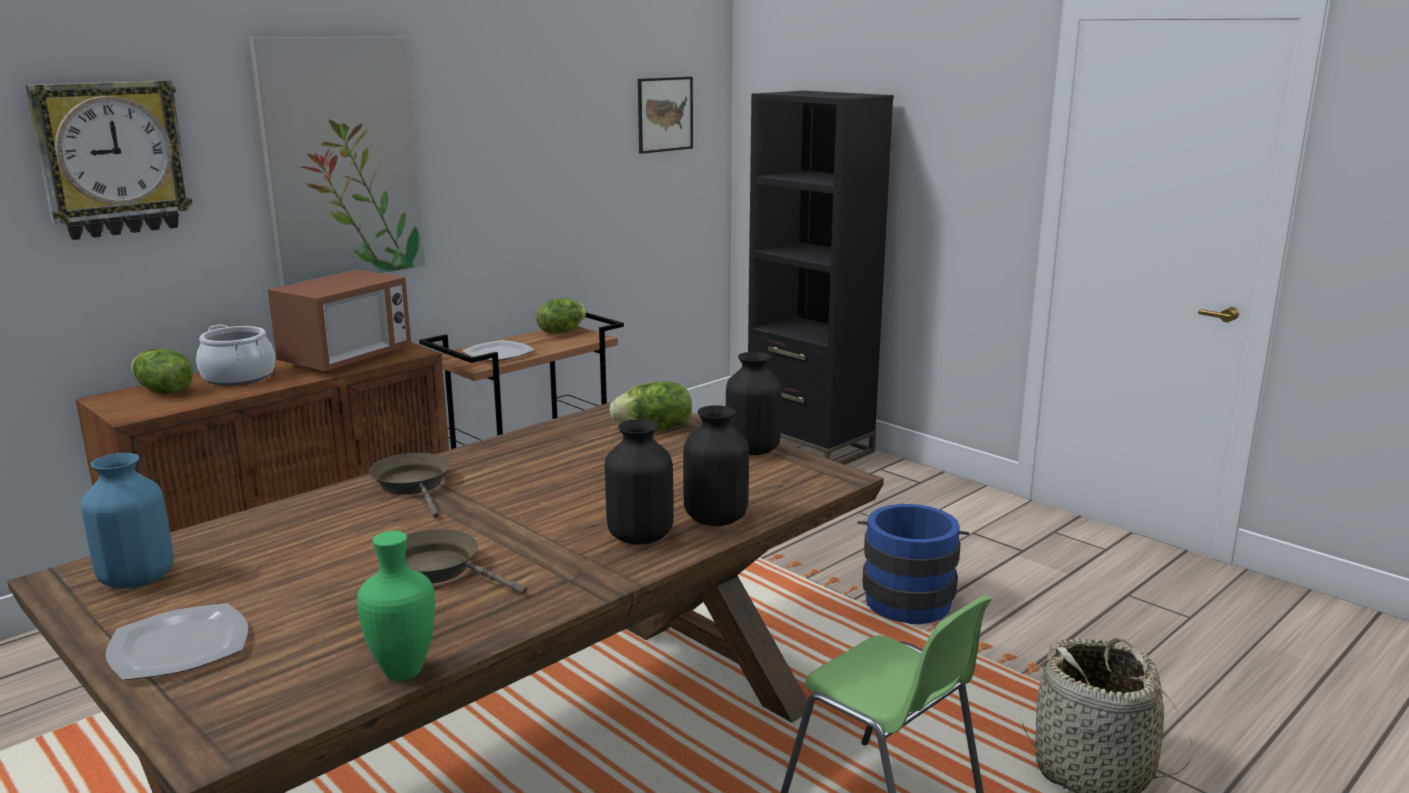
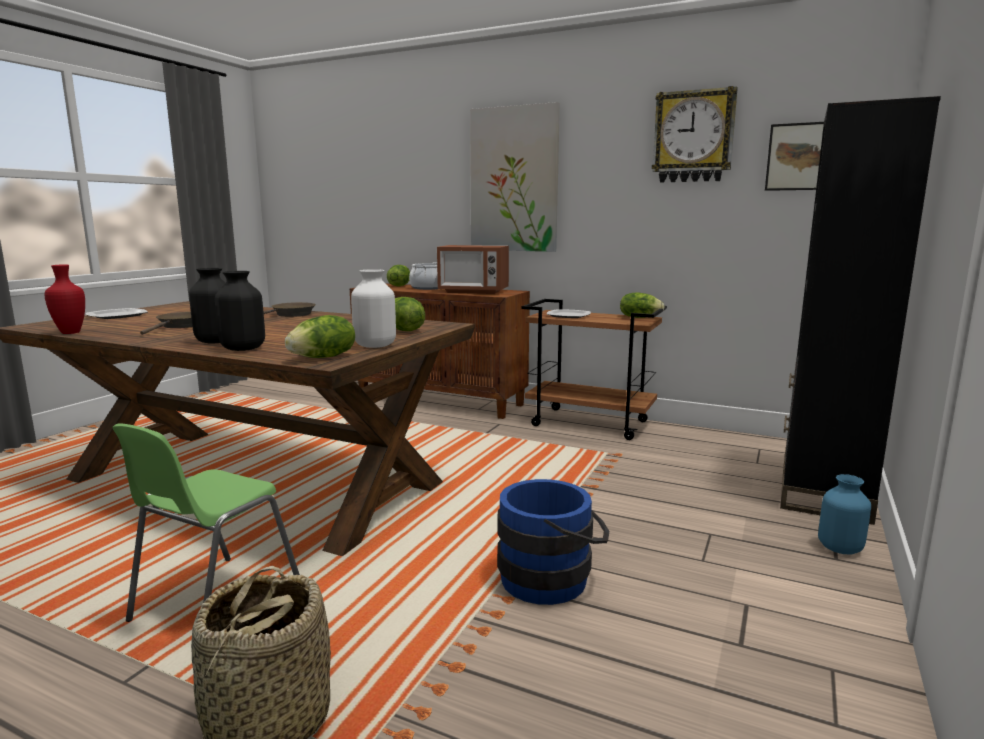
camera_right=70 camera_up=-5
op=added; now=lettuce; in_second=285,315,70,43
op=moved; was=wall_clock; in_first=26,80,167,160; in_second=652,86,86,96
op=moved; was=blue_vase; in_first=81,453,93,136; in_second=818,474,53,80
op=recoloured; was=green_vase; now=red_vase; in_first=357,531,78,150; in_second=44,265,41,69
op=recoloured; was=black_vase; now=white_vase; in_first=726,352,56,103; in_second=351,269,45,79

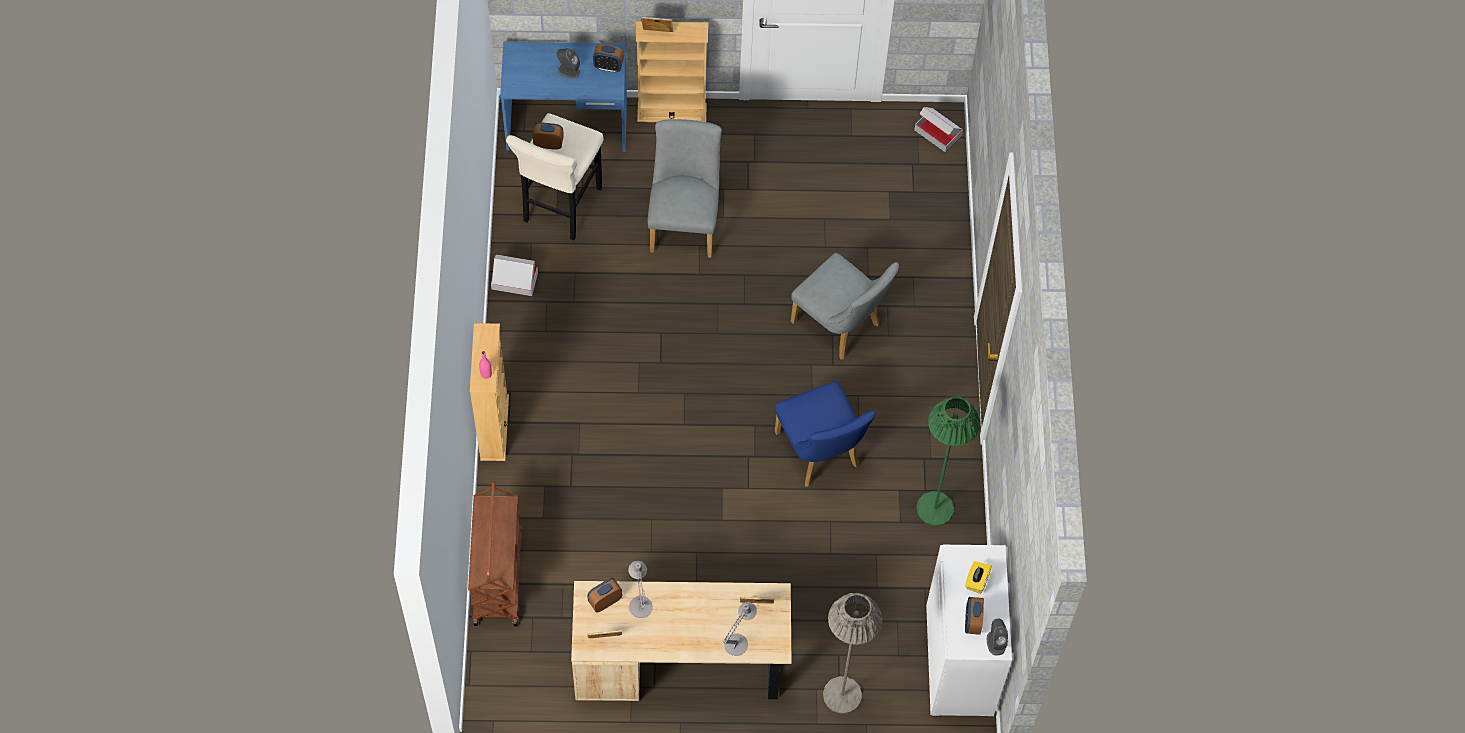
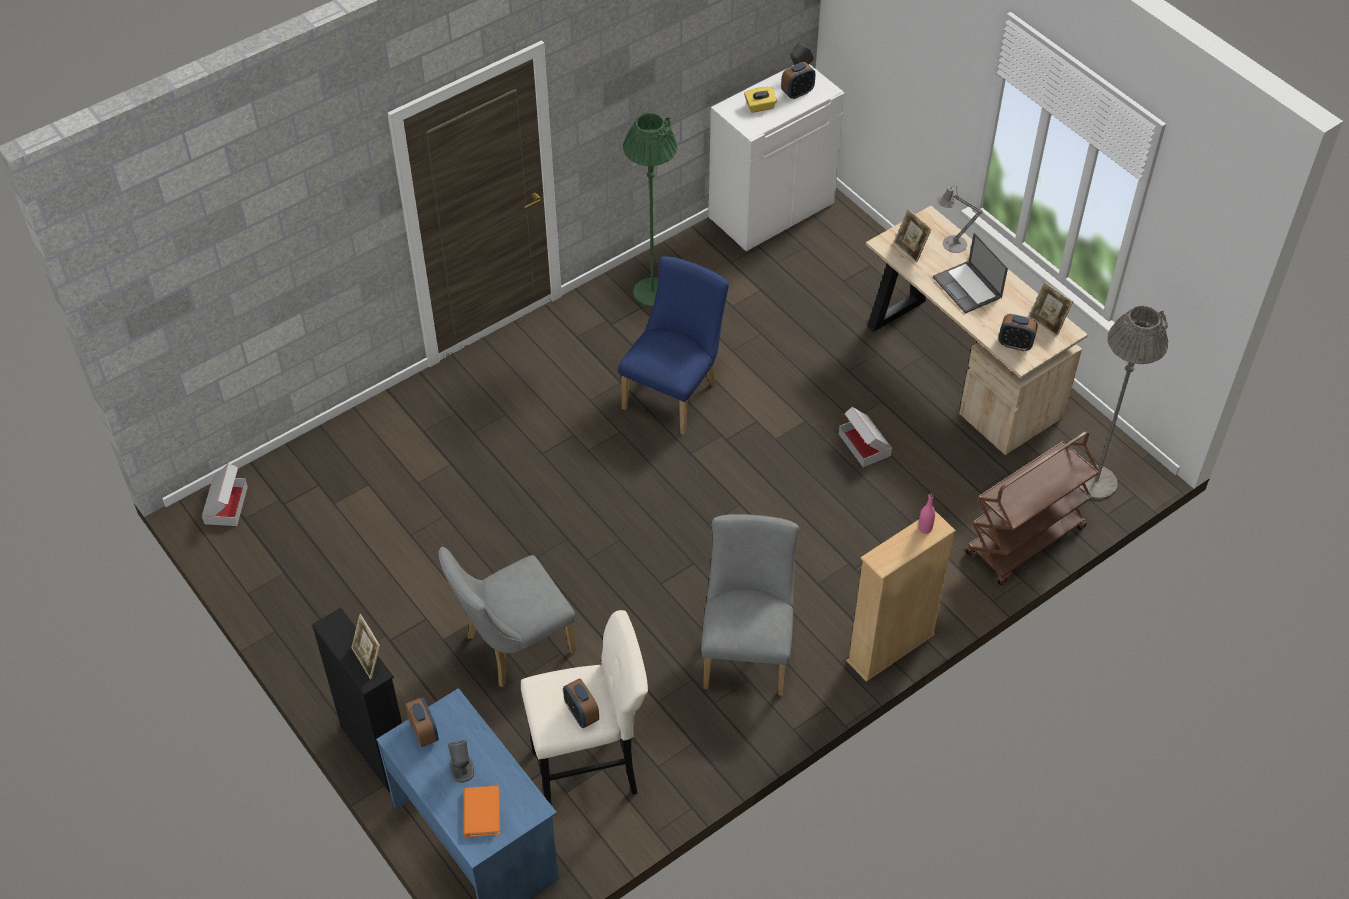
camera_right=-125 camera_up=-10
op=removed; was=grey_table_lamp; in_first=628,561,25,57
op=added; now=orange_book; in_second=464,786,36,51
op=added; now=laptop; in_second=933,232,75,82
op=moved; was=cardboard_box; in_first=491,255,47,41; in_second=839,407,53,61
op=moved; was=grey_chair; in_first=791,253,108,107; in_second=701,514,98,182
op=moved; was=grey_floor_lamp; in_first=823,593,59,121; in_second=1079,305,89,195
op=recoloured; was=beige_bookcase; now=black_bookcase; in_first=636,21,72,101; in_second=312,608,90,185

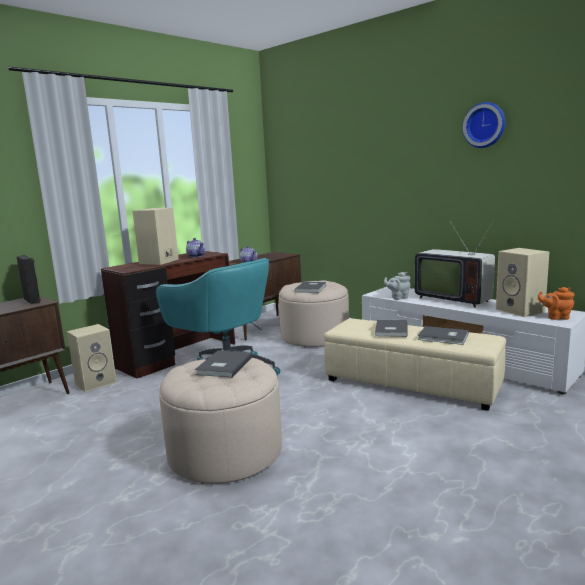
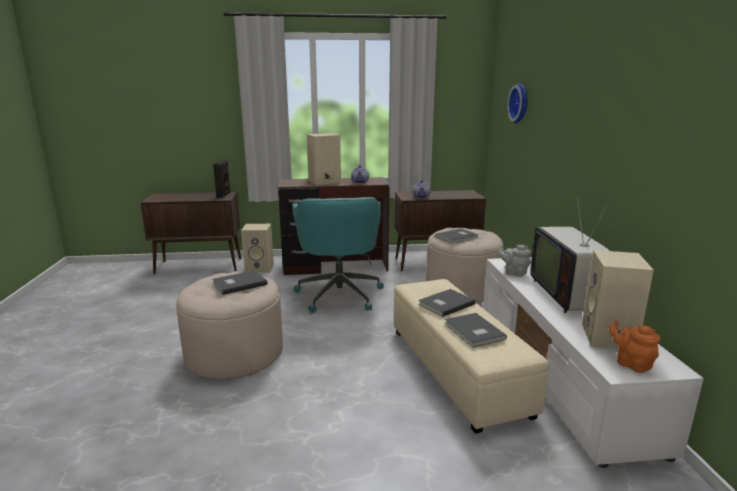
camera_right=40 camera_up=5
op=moved; was=wall_clock; in_first=462,102,43,46; in_second=507,83,21,40

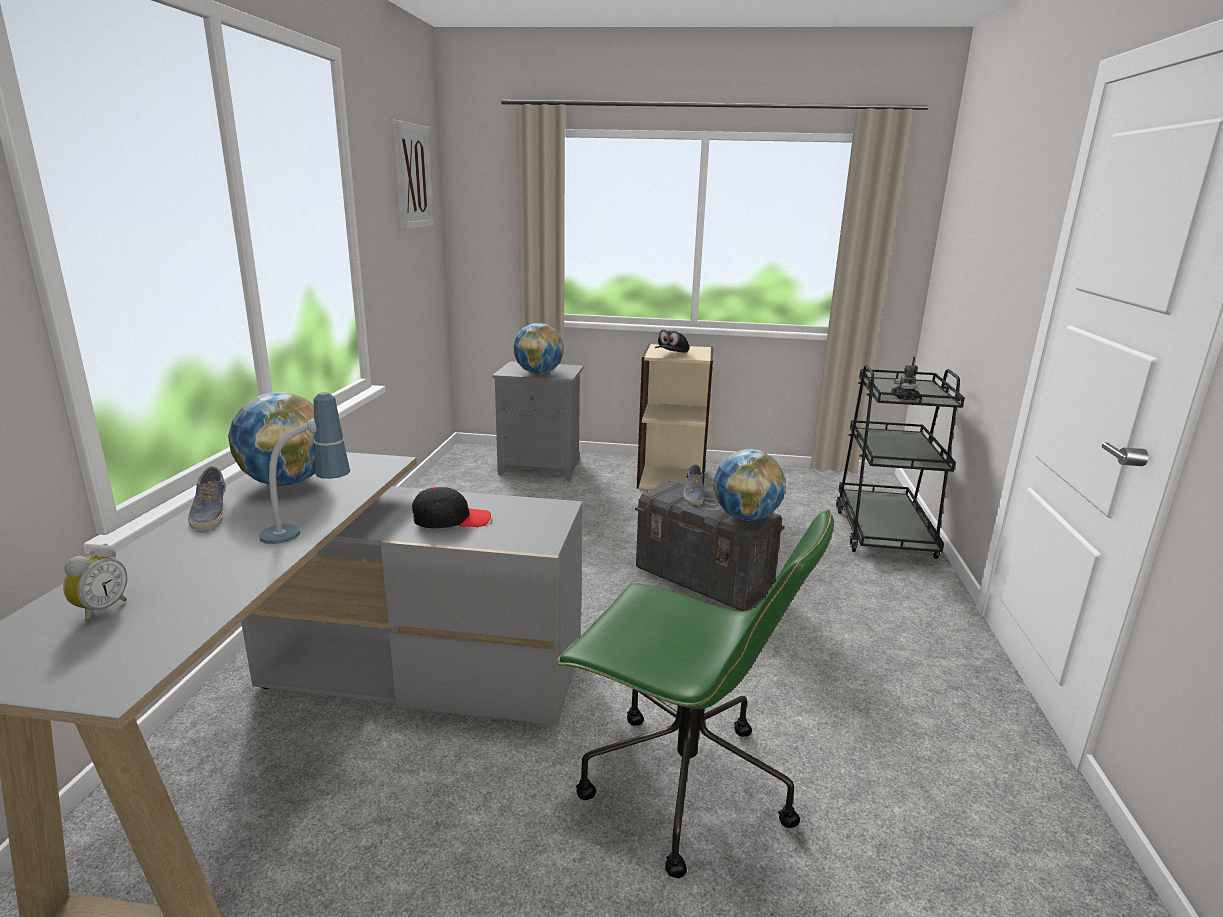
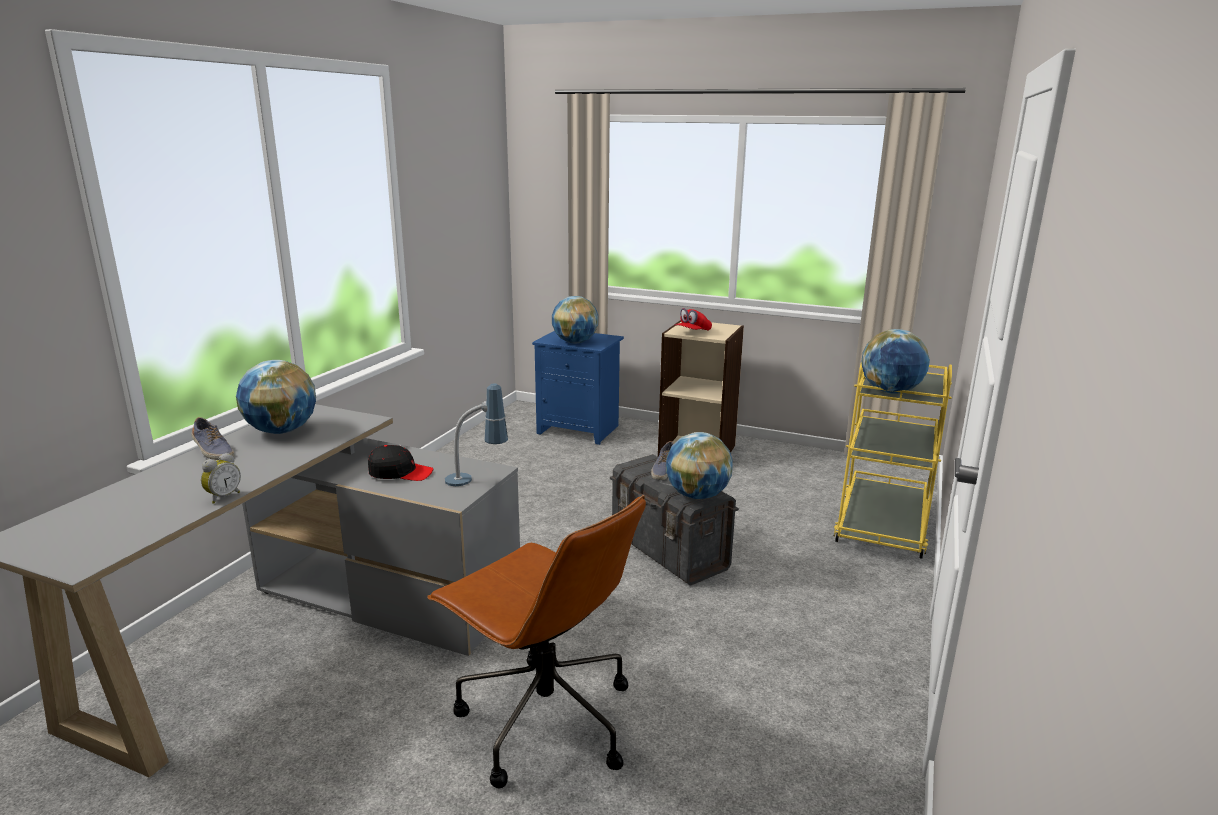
camera_right=15 camera_up=0
op=removed; was=picture; in_first=393,120,41,110
op=moved; was=alarm_clock; in_first=63,543,64,79; in_second=201,453,40,51
op=moved; was=table_lamp; in_first=259,392,91,152; in_second=445,383,63,103
op=replaced; was=toy_robot; now=globe; in_first=891,357,29,43; in_second=861,329,69,65
op=recoloured; was=grey_nightstand; now=blue_nightstand; in_first=492,361,92,119; in_second=532,331,92,114
op=recoloured; was=green_office_chair; now=brown_office_chair; in_first=556,509,278,369; in_second=427,495,219,293
op=recoloured; was=black_cap; now=red_cap; in_first=655,329,34,23; in_second=675,308,37,22
op=recoloured; was=black_cart; now=yellow_cart; in_first=836,365,129,194; in_second=833,364,119,195
op=turned; was=shoe; in_first=188,466,38,64; in_second=191,417,43,43; clockwise=-45

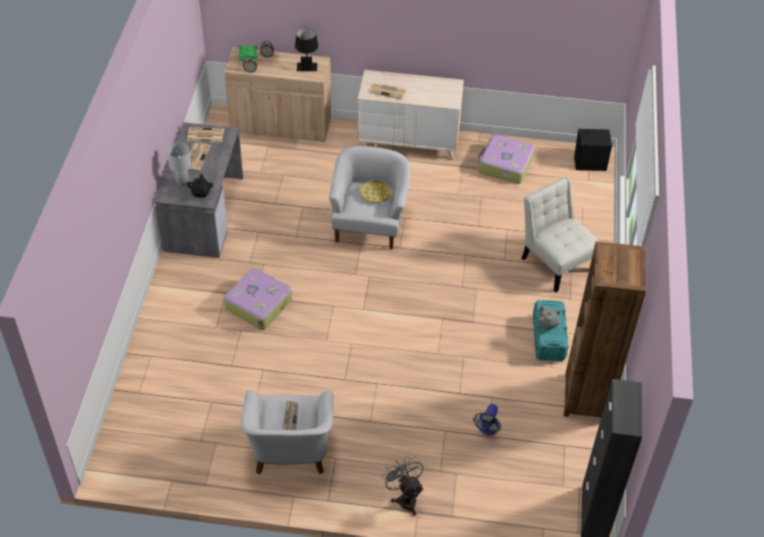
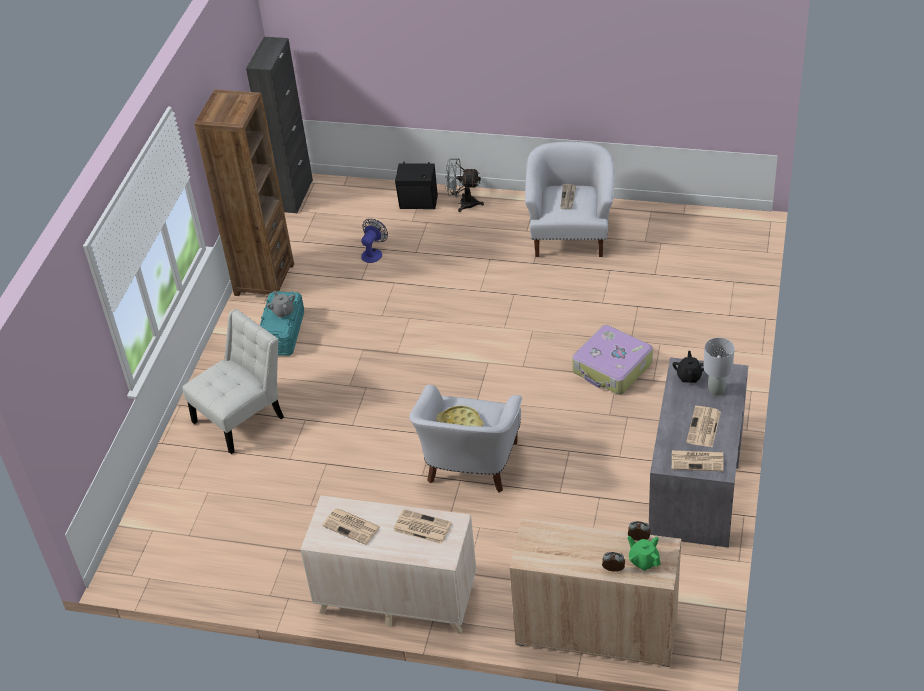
camera_right=-170 camera_up=-5
op=removed; was=black_table_lamp; in_first=295,28,23,43
op=removed; was=suitcase; in_first=478,134,57,50
op=added; now=newspaper; in_second=322,508,59,37
op=moved; was=black_speaker; in_first=574,129,38,42; in_second=395,162,43,47
op=turned; was=grey_fan; in_first=382,456,42,60; in_second=445,158,39,54; clockwise=120
op=turned; was=white_chair; in_first=521,177,78,115; in_second=183,309,101,145; clockwise=-105

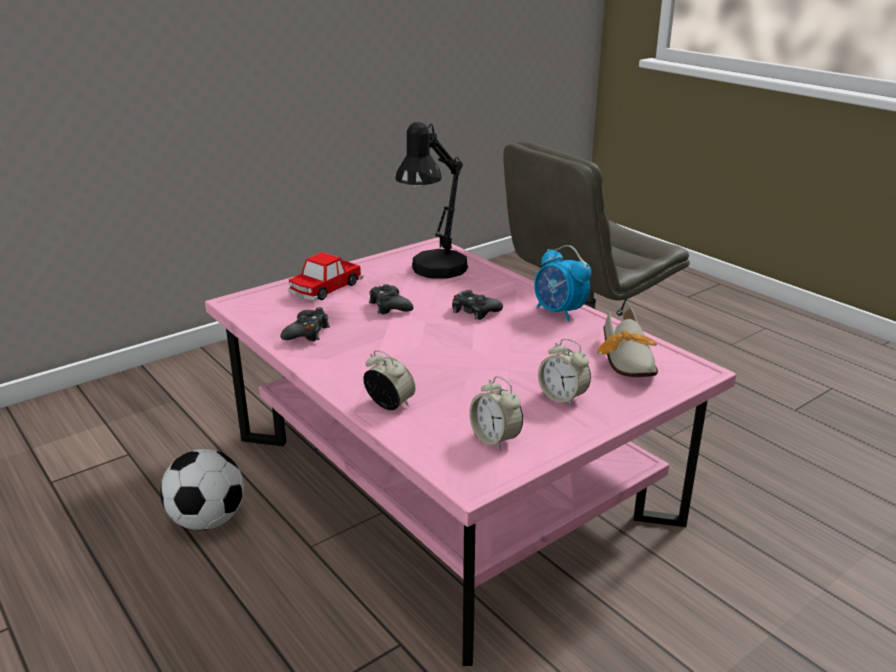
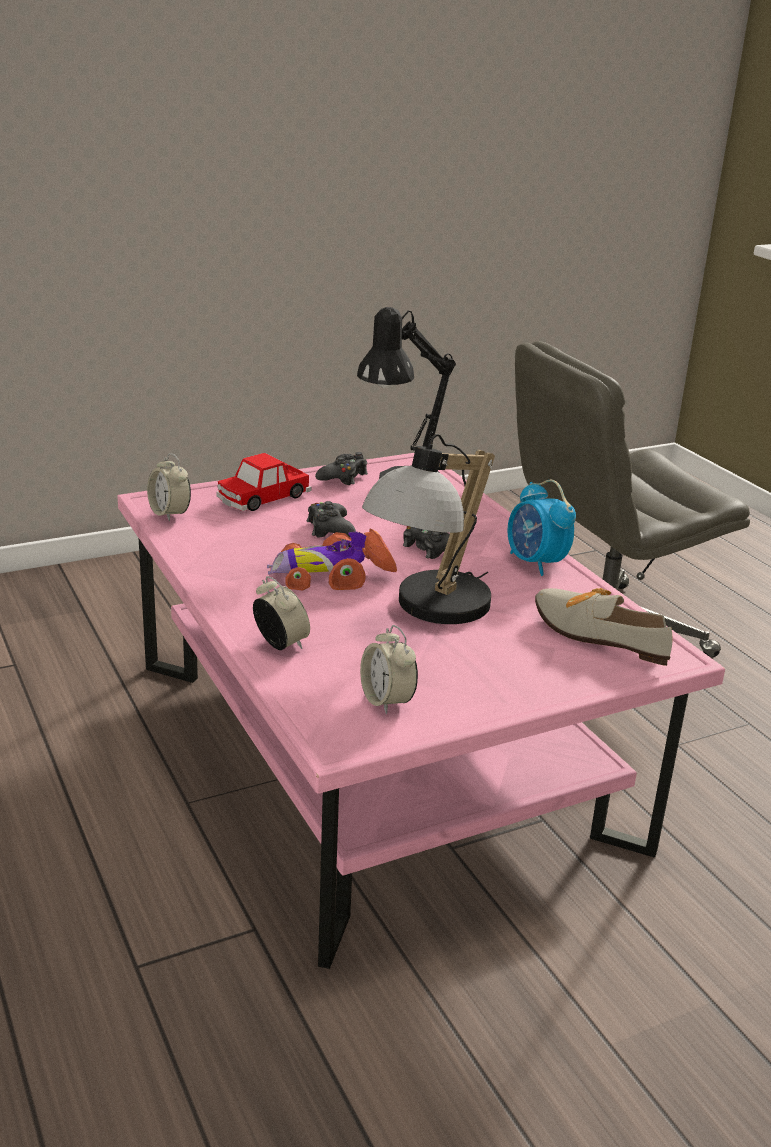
camera_right=10 camera_up=0
op=removed; was=football; in_first=160,449,84,81
op=added; now=toy_car; in_second=267,528,130,62
op=added; now=table_lamp; in_second=362,434,133,190
op=moved; was=black_game_controller; in_first=280,307,50,34; in_second=315,452,53,33
op=moved; was=alarm_clock; in_first=538,339,53,68; in_second=147,453,44,68
op=turned; was=shoe; in_first=597,300,61,77; in_second=535,588,138,78; clockwise=120

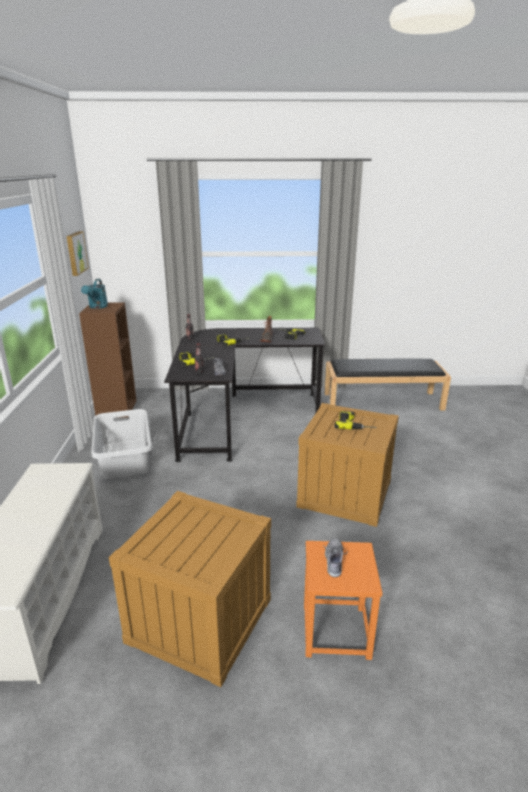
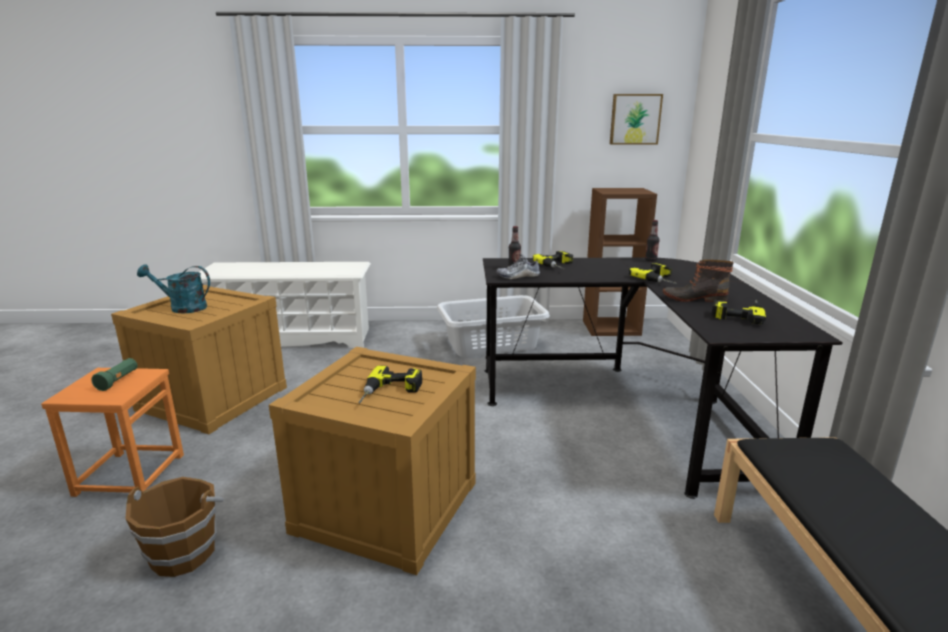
camera_right=90 camera_up=-5
op=added; now=brown_bucket; in_second=125,477,99,100
op=moved; was=turquoise_watering_can; in_first=81,279,27,30; in_second=137,264,73,49
op=replaced; was=shoe; now=green_flashlight; in_first=323,539,25,38; in_second=91,358,46,33

